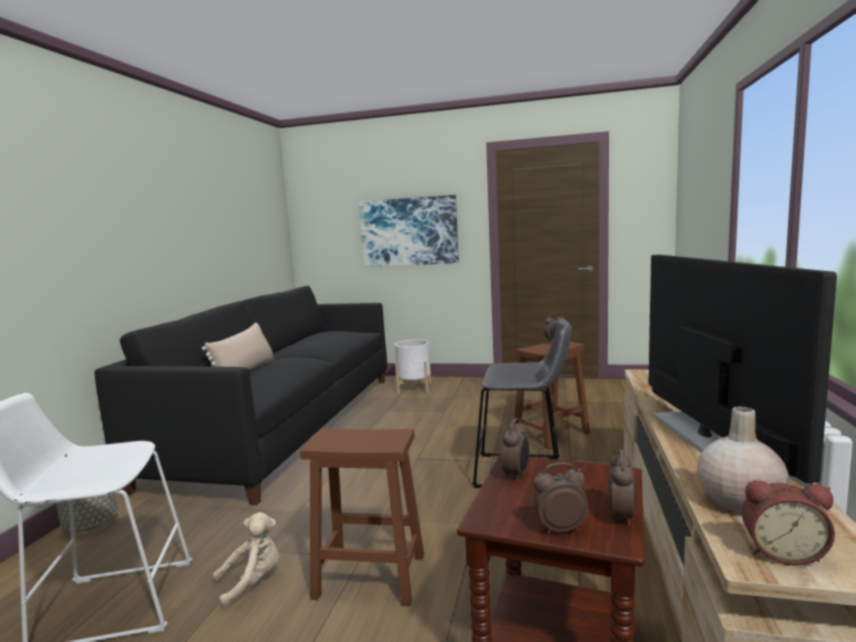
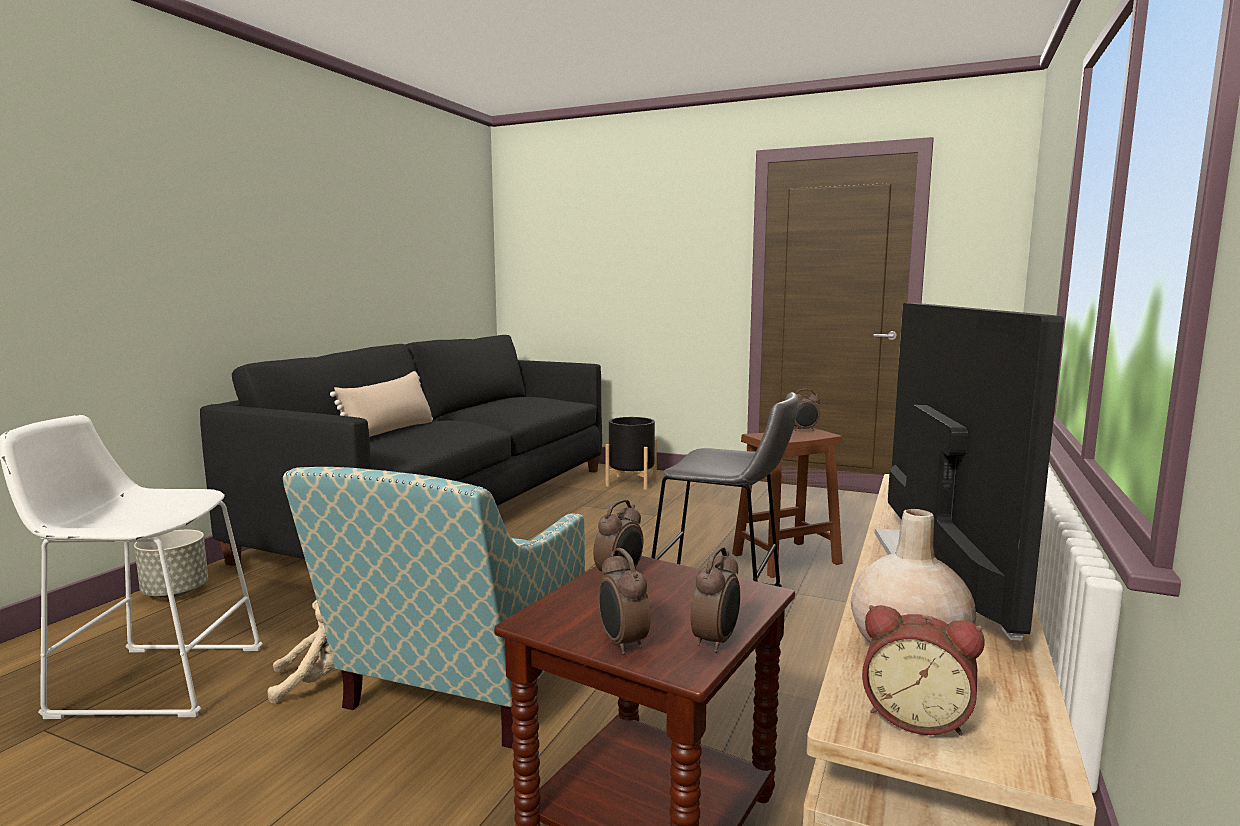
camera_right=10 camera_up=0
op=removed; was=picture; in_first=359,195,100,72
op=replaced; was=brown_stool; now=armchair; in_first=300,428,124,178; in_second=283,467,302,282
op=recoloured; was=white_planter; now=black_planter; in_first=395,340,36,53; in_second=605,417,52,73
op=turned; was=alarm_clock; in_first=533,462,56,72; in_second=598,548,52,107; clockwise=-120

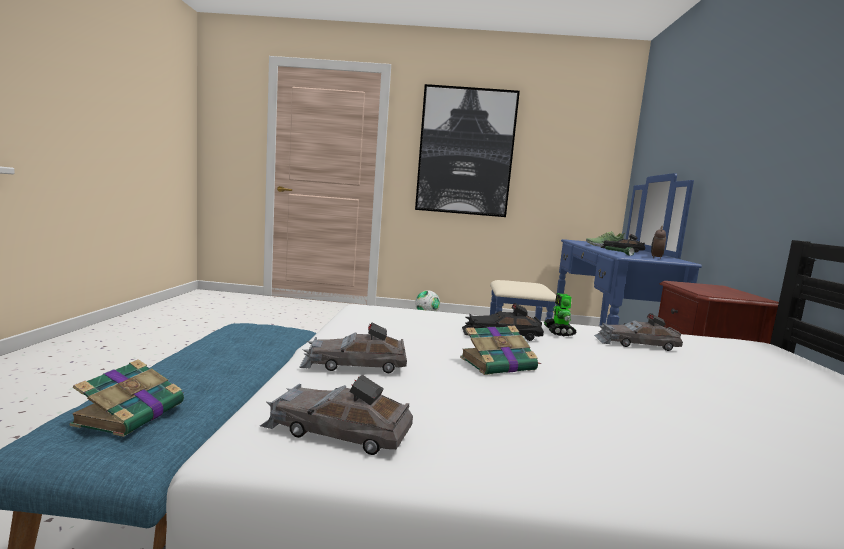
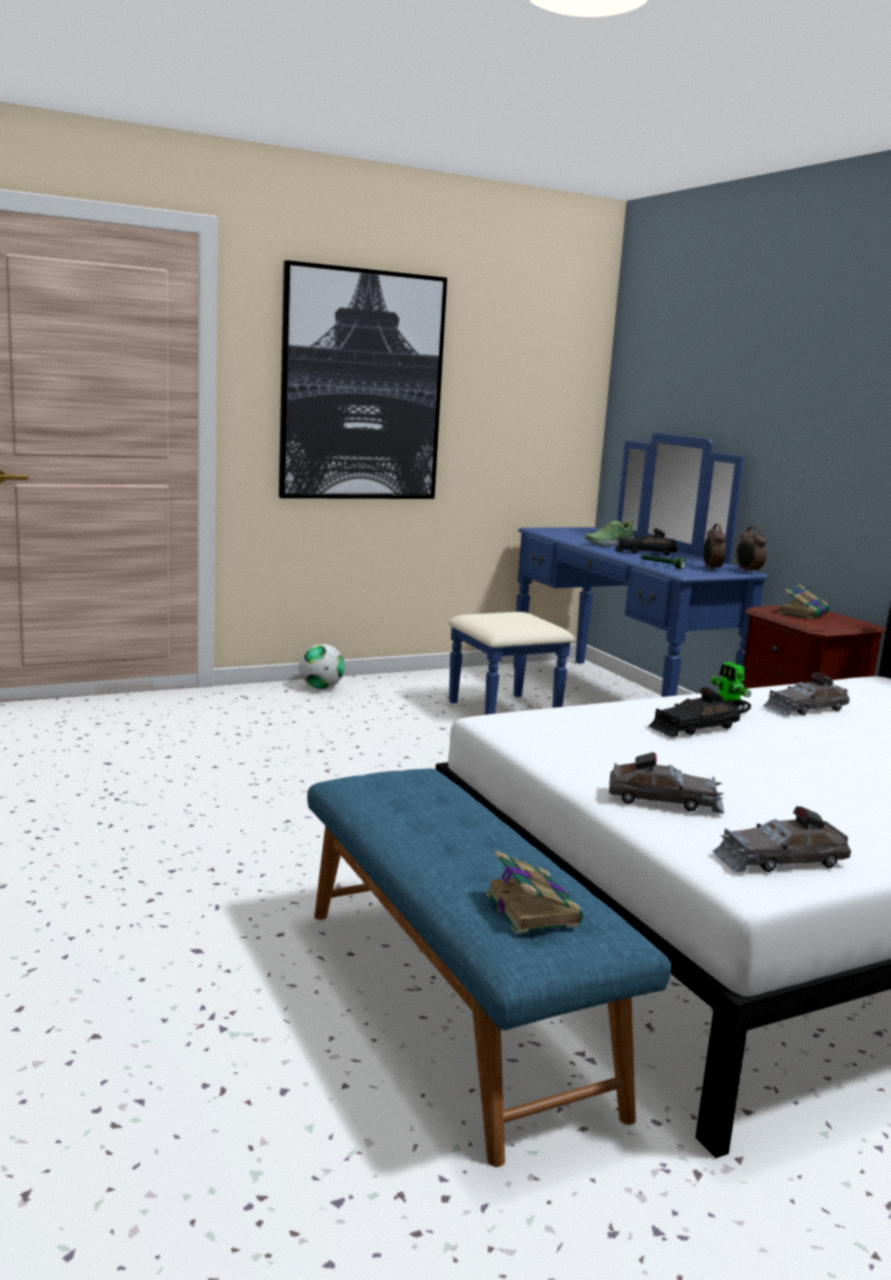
camera_right=-30 camera_up=5
op=added; now=alarm_clock; in_second=736,527,31,47
op=moved; was=book; in_first=460,326,81,49; in_second=777,584,52,36
op=turned; was=grey_toy_car; in_first=299,323,108,50; in_second=609,752,115,62; clockwise=-135

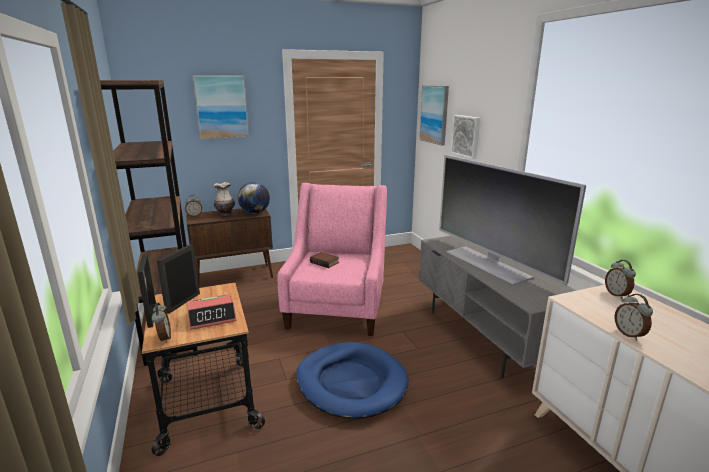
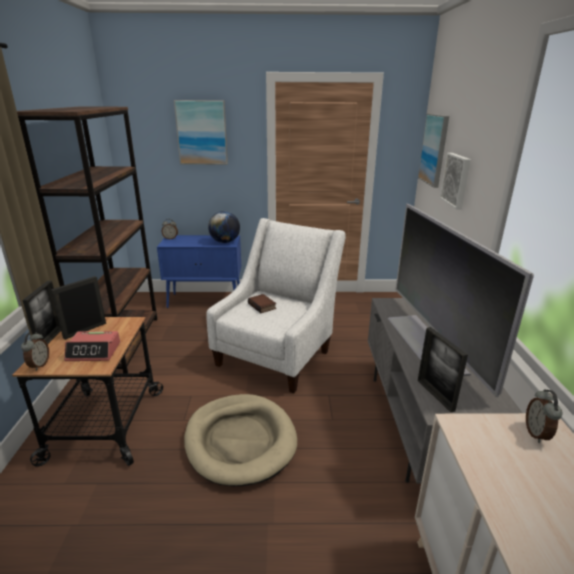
camera_right=20 camera_up=5
op=removed; was=vase; in_first=214,182,21,34
op=removed; was=alarm_clock; in_first=614,294,39,47
op=added; now=picture_frame; in_second=418,327,50,85
op=recoloured; was=brown_cabinet; now=blue_cabinet; in_first=186,208,87,75; in_second=157,235,84,73
op=recoloured; was=pink_armchair; now=white_armchair; in_first=278,183,109,153; in_second=206,218,140,175
op=recoloured; was=blue_dog_bed; now=beige_dog_bed; in_first=296,342,113,77; in_second=184,394,113,92

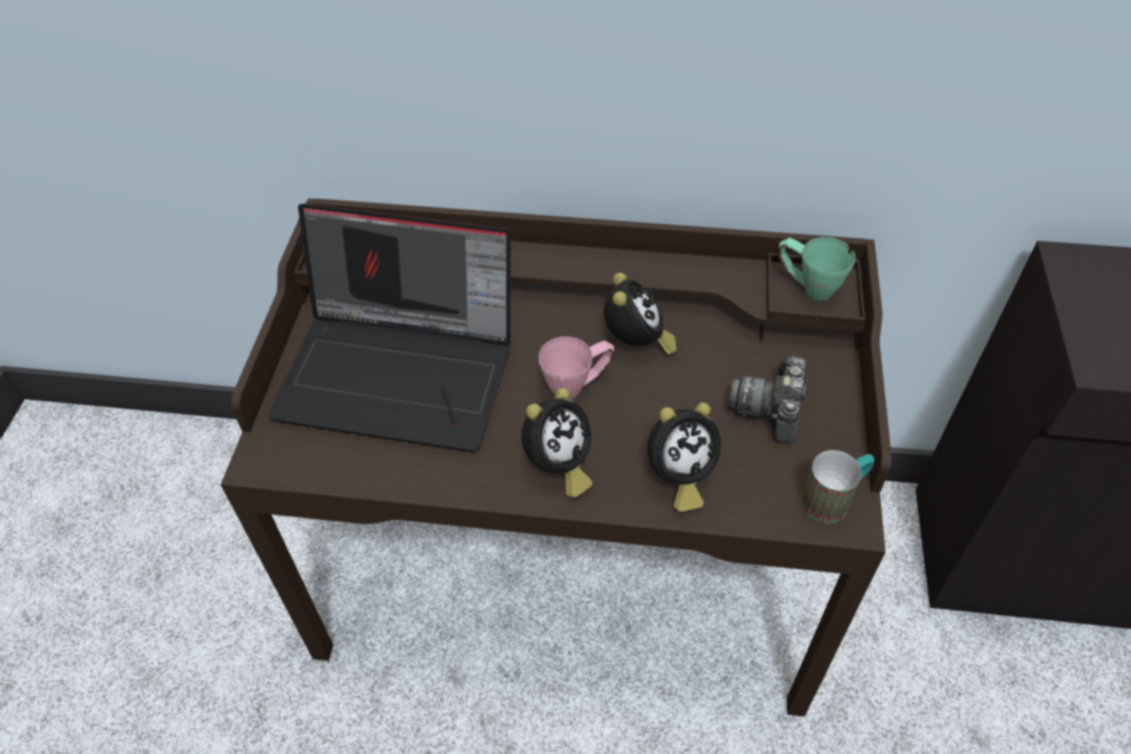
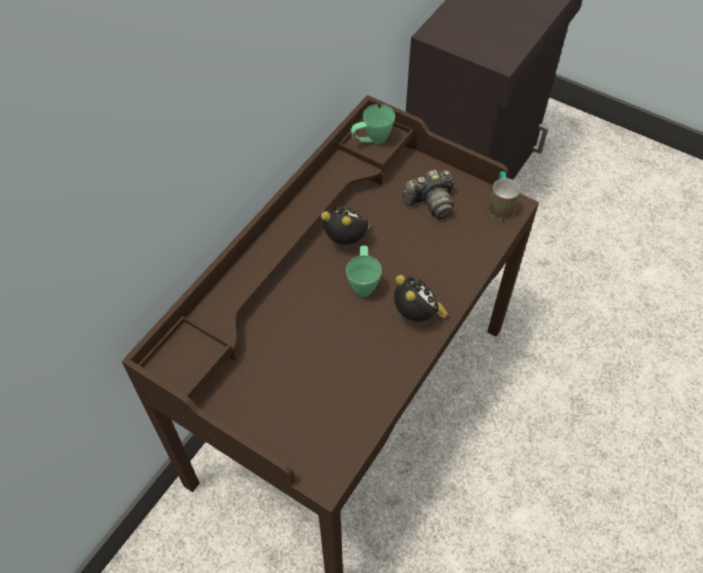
camera_right=-65 camera_up=5
op=removed; was=laptop; in_first=268,204,243,248
op=removed; was=alarm_clock; in_first=647,402,74,110
op=recoloured; was=pink_mug; now=green_mug; in_first=539,337,75,63; in_second=346,245,36,52
op=turned; was=photo_camera; in_first=728,356,79,88; in_second=403,170,51,50; clockwise=-60

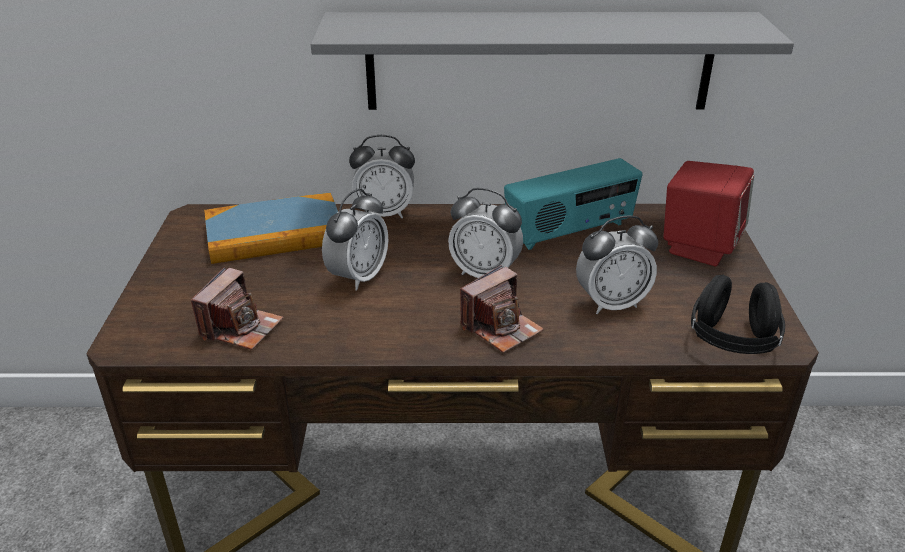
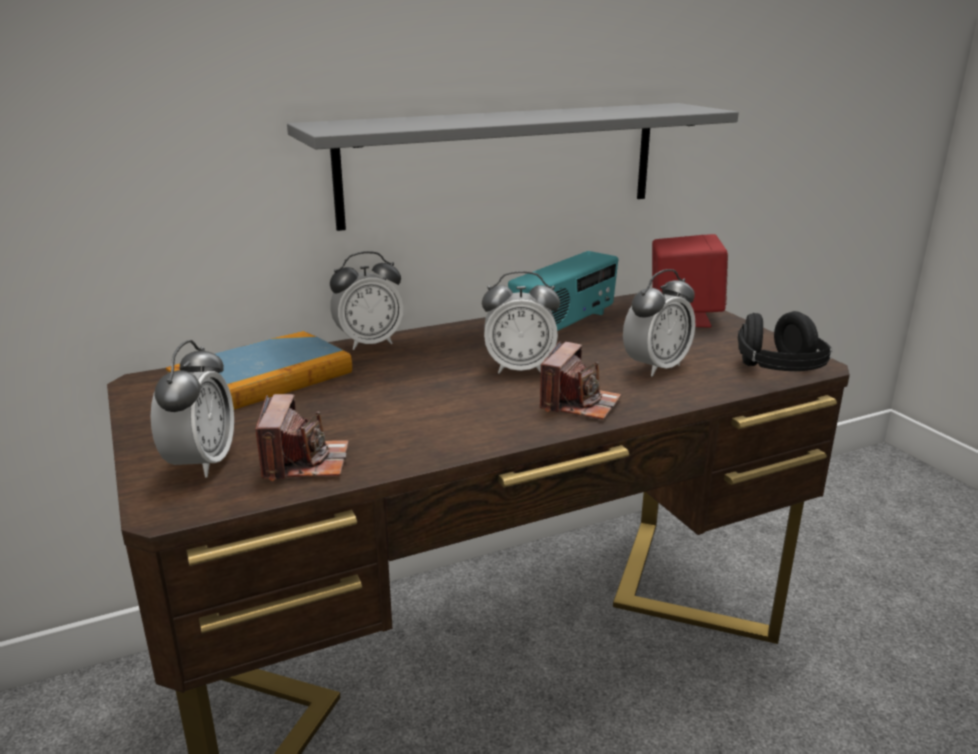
camera_right=-25 camera_up=-10
op=moved; was=alarm_clock; in_first=322,188,66,102; in_second=151,340,83,137

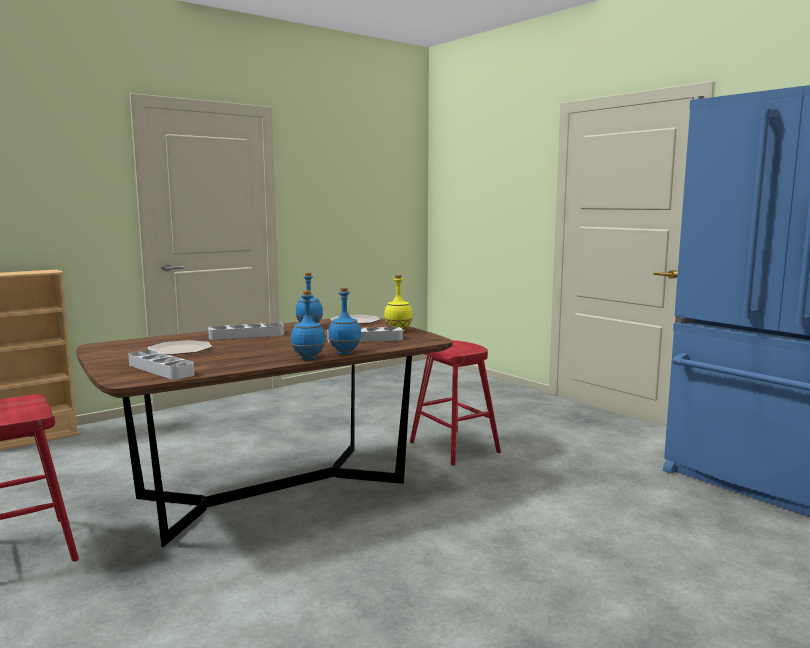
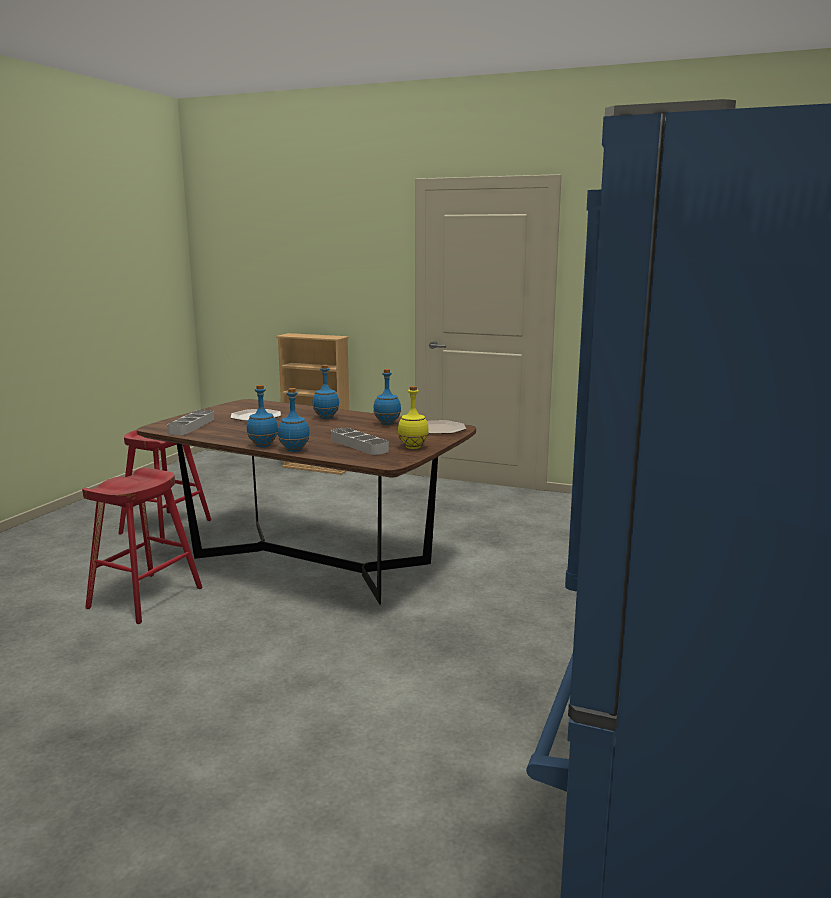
camera_right=60 camera_up=5
op=moved; was=red_stool; in_first=410,340,91,126; in_second=82,468,120,156
op=replaced; was=grey_tray; now=blue_bottle; in_first=208,323,76,17; in_second=312,365,28,54

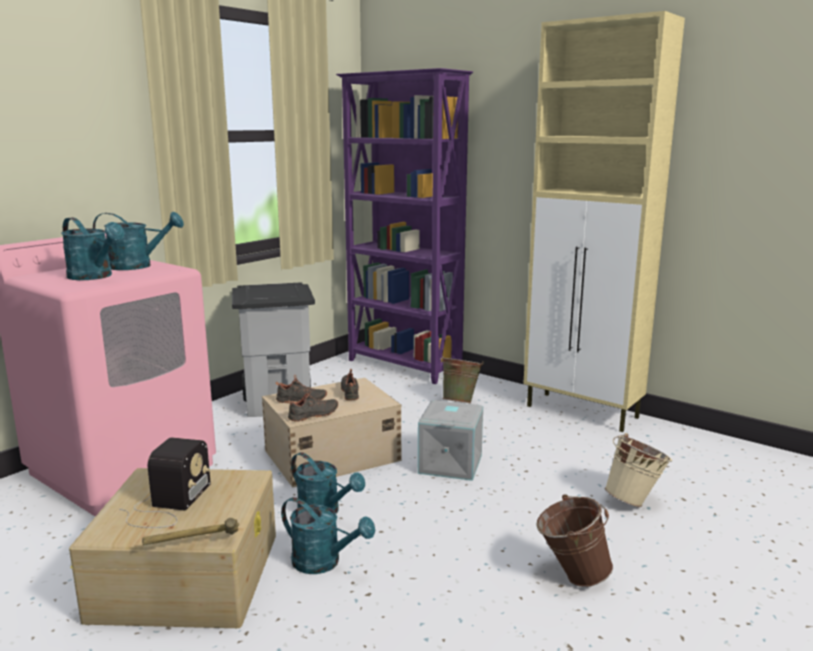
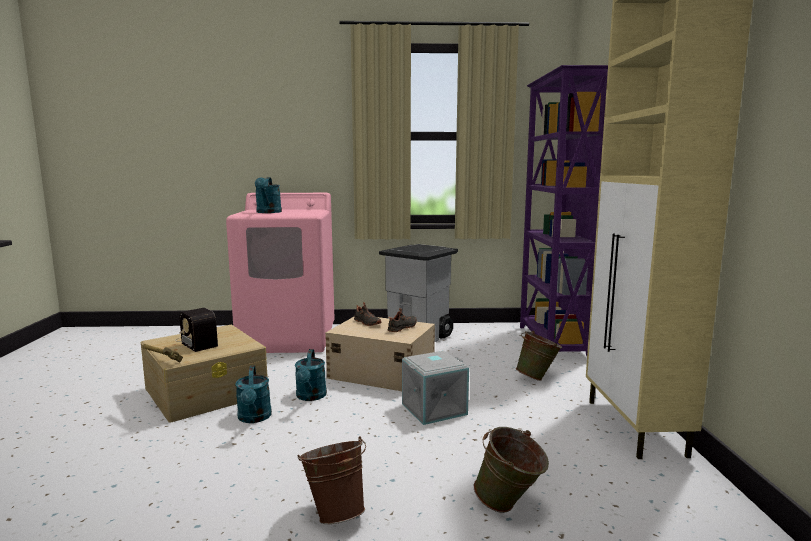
camera_right=50 camera_up=-5
op=removed; was=turquoise_watering_can; in_first=93,212,91,58
op=removed; was=black_shoe; in_first=287,389,51,33
op=recoloured; was=beige_bucket; now=green_bucket; in_first=605,433,67,74; in_second=474,427,75,86
op=turned; was=radio; in_first=120,438,91,90; in_second=175,308,44,44; clockwise=75

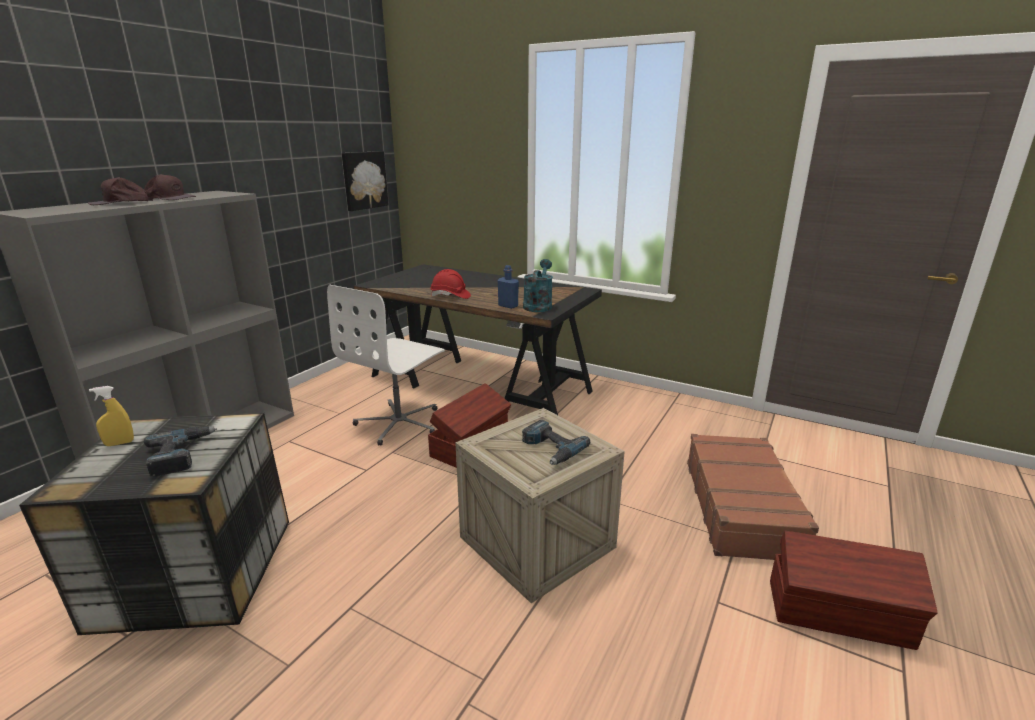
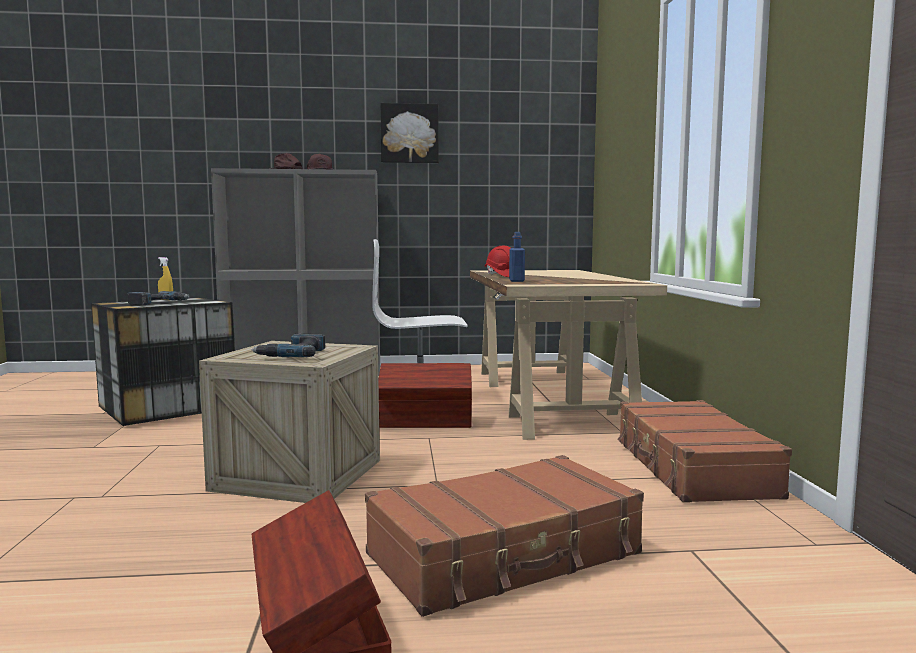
camera_right=55 camera_up=-15
op=removed; was=turquoise_watering_can; in_first=523,259,30,53
op=added; now=brown_suitcase; in_second=618,400,174,103
op=moved; was=picture; in_first=342,151,47,60; in_second=381,103,58,60
op=recoloured; was=black_desk; now=beige_desk; in_first=354,264,248,151; in_second=470,270,197,170

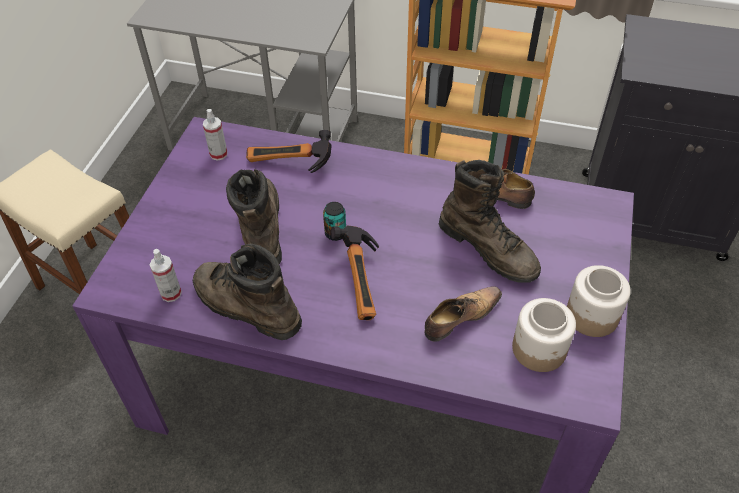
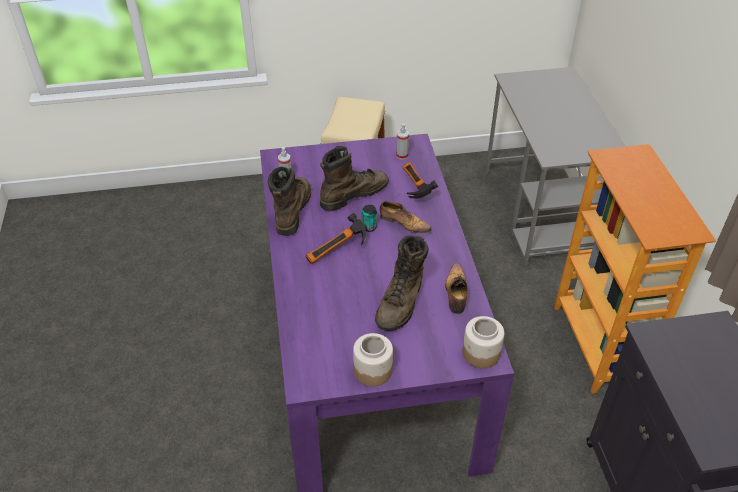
camera_right=65 camera_up=-5
op=moved; was=shoe; in_first=425,286,77,56; in_second=380,201,52,32
op=moved; was=jar; in_first=512,298,64,74; in_second=462,316,42,52

